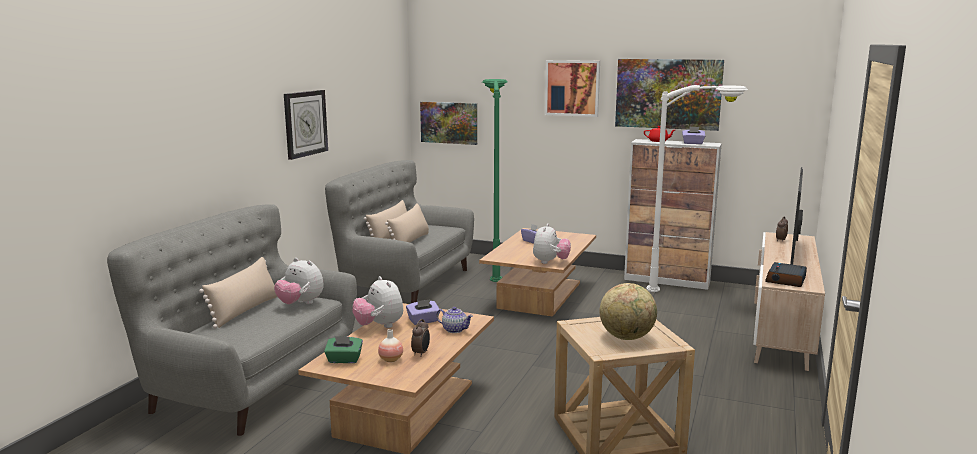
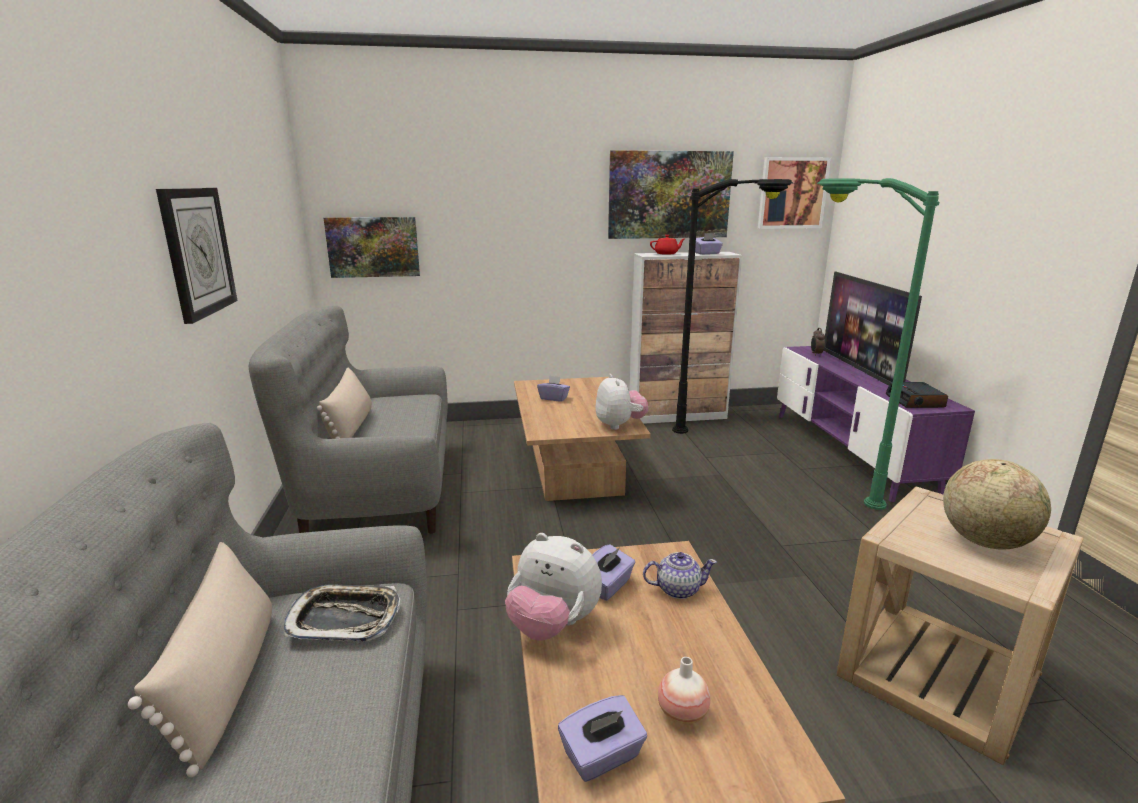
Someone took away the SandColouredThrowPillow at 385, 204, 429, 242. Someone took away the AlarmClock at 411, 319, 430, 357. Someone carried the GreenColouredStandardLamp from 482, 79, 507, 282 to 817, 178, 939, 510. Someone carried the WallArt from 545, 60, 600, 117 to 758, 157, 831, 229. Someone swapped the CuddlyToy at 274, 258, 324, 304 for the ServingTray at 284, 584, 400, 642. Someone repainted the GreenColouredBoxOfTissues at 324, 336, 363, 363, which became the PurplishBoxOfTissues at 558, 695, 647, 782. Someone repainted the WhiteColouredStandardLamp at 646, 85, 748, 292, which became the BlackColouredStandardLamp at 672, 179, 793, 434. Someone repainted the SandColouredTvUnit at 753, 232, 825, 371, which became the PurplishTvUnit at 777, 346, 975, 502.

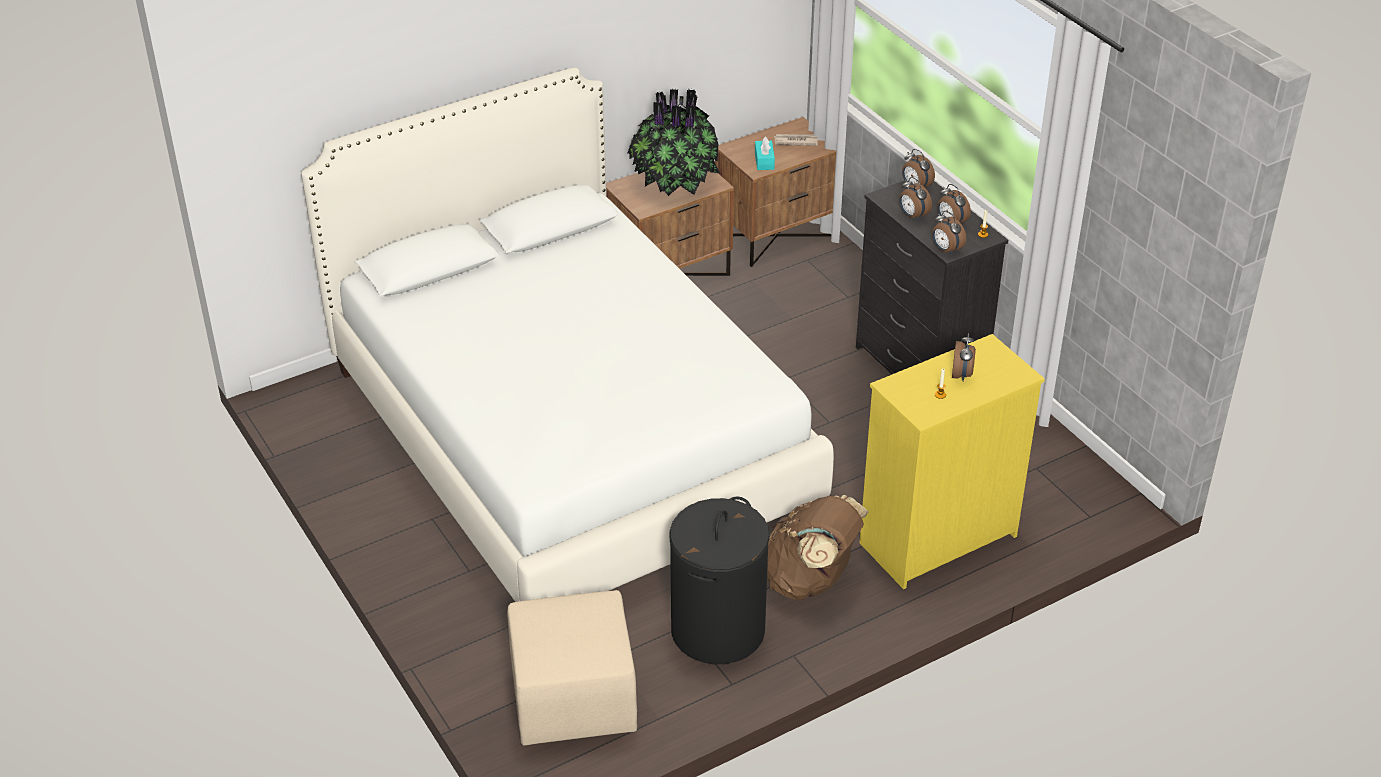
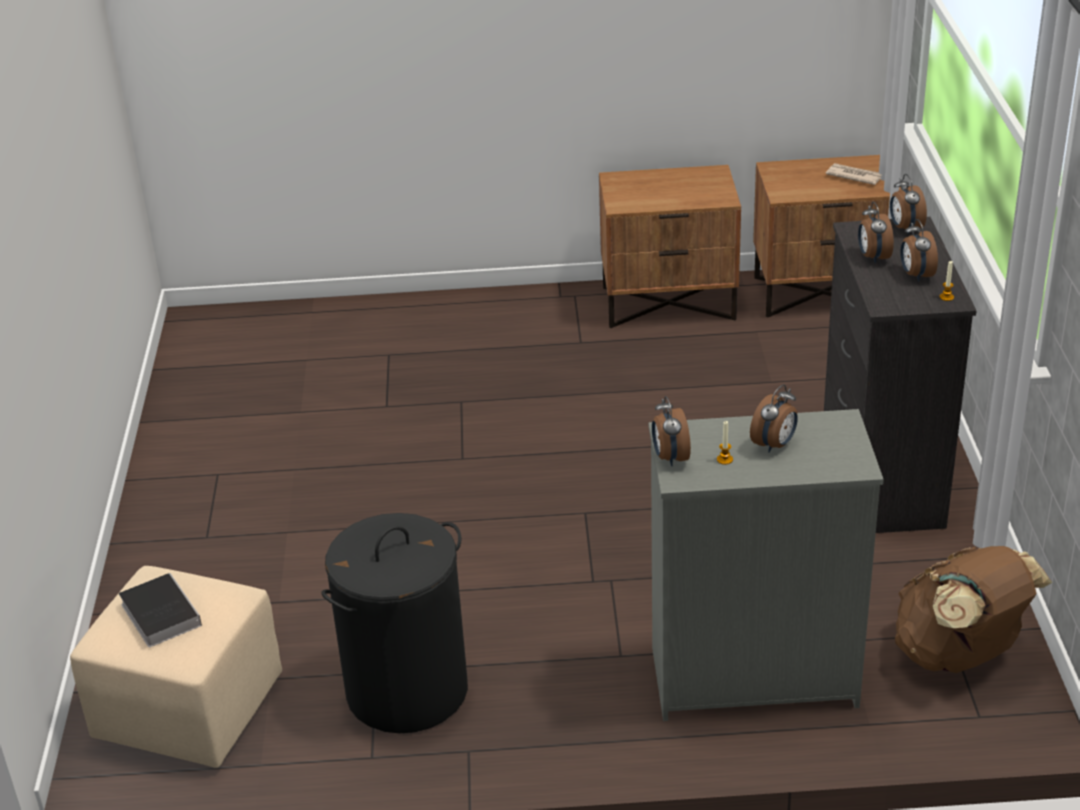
Someone took away the WhiteColouredBedroomBed at 301, 68, 834, 602. Someone took away the PlantInAPot at 627, 88, 720, 196. Someone took away the BlueGreenBoxOfTissues at 755, 137, 775, 170. Someone put down the BoundBook at 119, 573, 202, 647. Someone carried the BrownRucksack from 767, 495, 869, 600 to 895, 546, 1052, 673. Someone carried the AlarmClock from 932, 211, 966, 255 to 652, 396, 691, 466. Someone repainted the YellowishChestOfDrawers at 859, 334, 1045, 589, which became the GreyishChestOfDrawers at 649, 409, 884, 721.

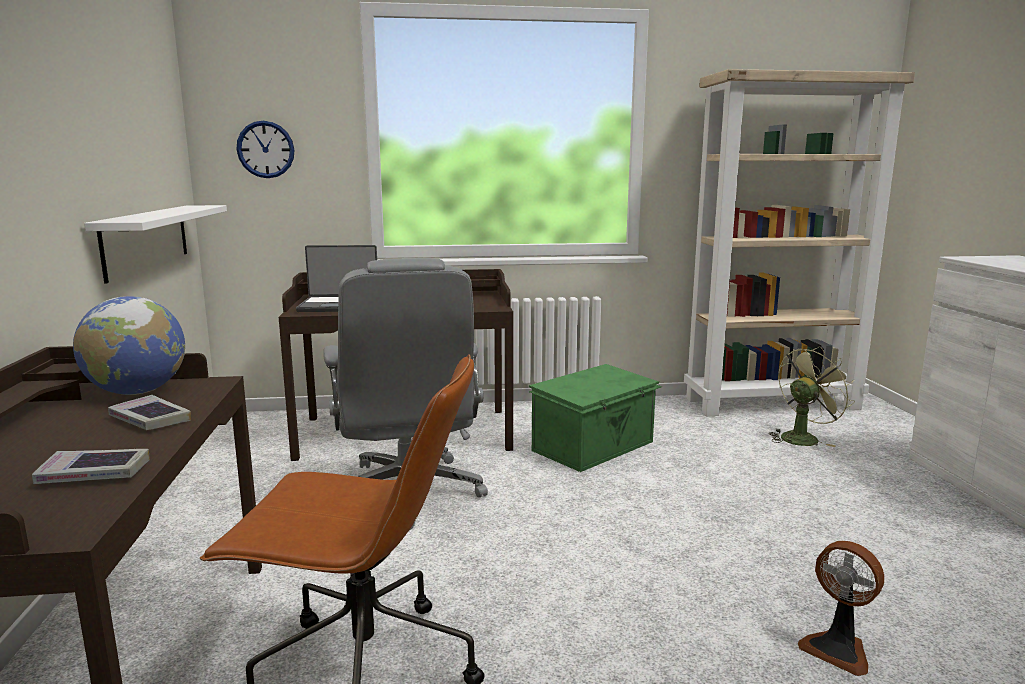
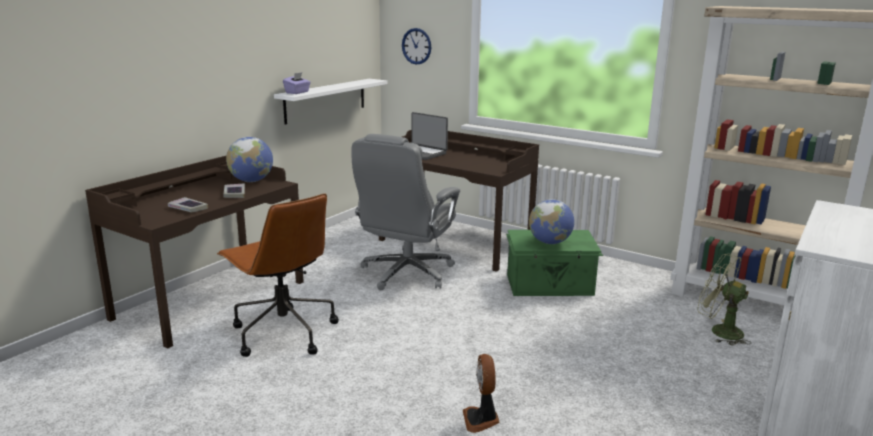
Someone put down the PurplishBoxOfTissues at 283, 72, 311, 94. Someone put down the DeskGlobe at 529, 199, 574, 244. Someone rotated the GreenColouredCoolingFan at 769, 346, 855, 447 by 150 degrees counterclockwise.

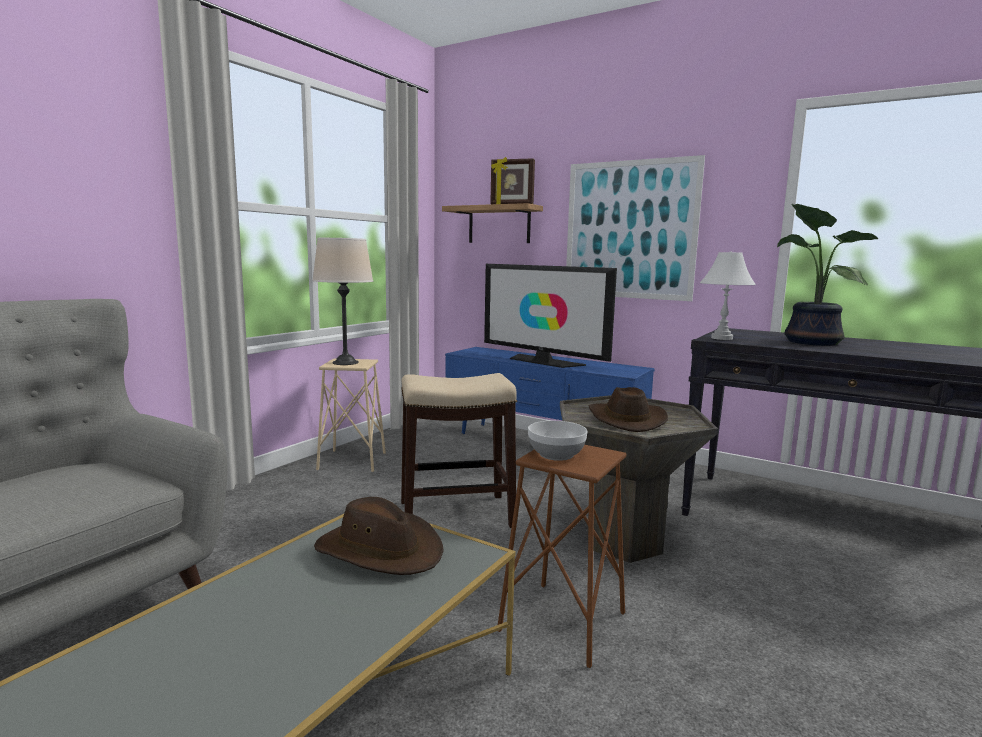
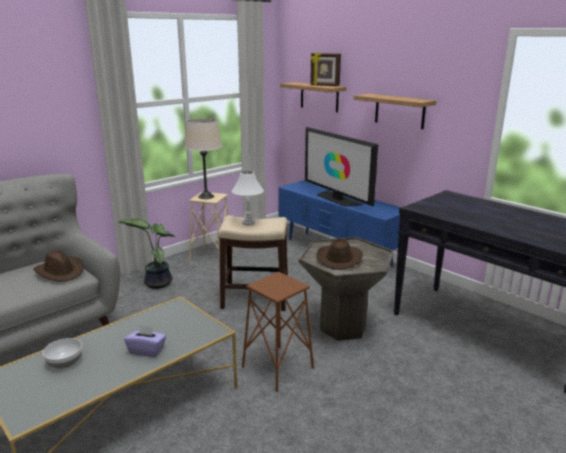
Someone put down the PurplishBoxOfTissues at 124, 324, 166, 357. Someone carried the BrownWearableHat from 314, 497, 444, 575 to 33, 250, 84, 281. Someone carried the ServingBowl from 528, 421, 588, 461 to 42, 338, 82, 369. Someone carried the WhiteColouredTableLamp from 700, 252, 756, 340 to 232, 171, 264, 225. Someone carried the PlantInAPot from 777, 204, 878, 346 to 118, 218, 176, 289. Someone swapped the WallArt at 566, 155, 705, 301 for the WallShelf at 354, 94, 436, 129.

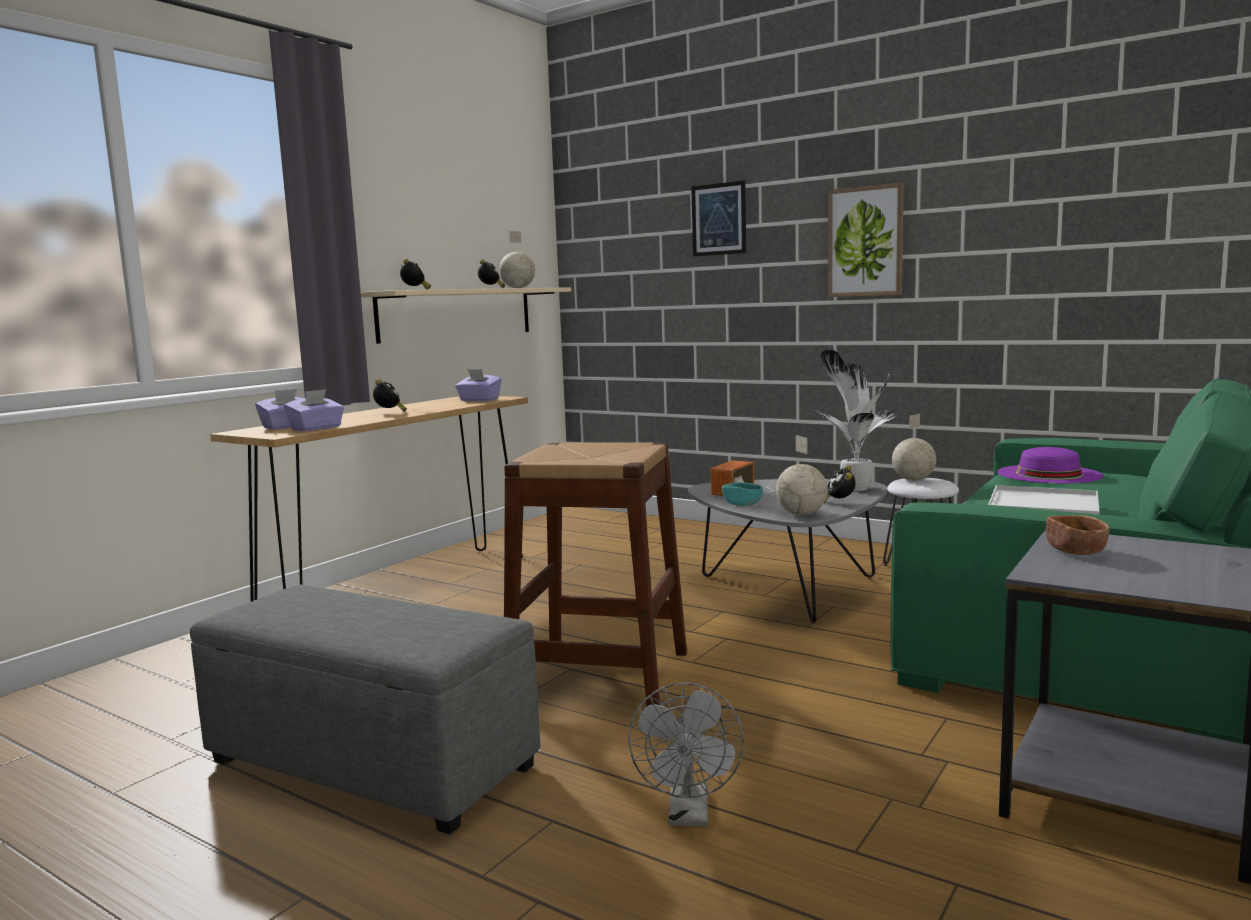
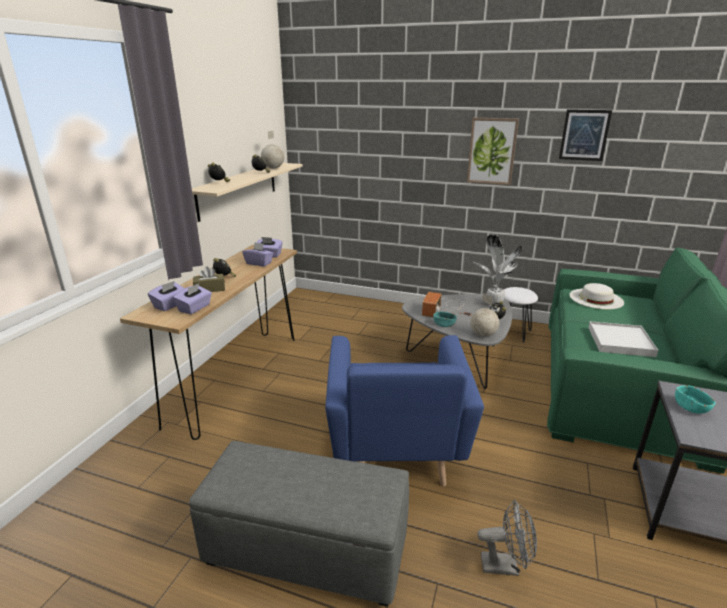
Someone took away the DeskGlobe at 892, 414, 936, 481. Someone put down the BrownBoxOfTissues at 193, 266, 225, 292. Someone put down the PurplishBoxOfTissues at 242, 242, 273, 267. Someone carried the WallArt from 691, 180, 746, 257 to 559, 109, 612, 161. Someone swapped the BrownSittingStool at 504, 442, 687, 706 for the BlueLoungeChair at 325, 335, 484, 486. Someone repainted the PurplishWearableHat at 997, 447, 1103, 484, which became the WhiteColouredWearableHat at 569, 283, 624, 309. Someone repainted the BrownServingBowl at 1046, 515, 1110, 555, which became the BlueGreenServingBowl at 675, 385, 715, 414. Someone rotated the GreyishCoolingFan at 628, 682, 744, 827 by 75 degrees counterclockwise.

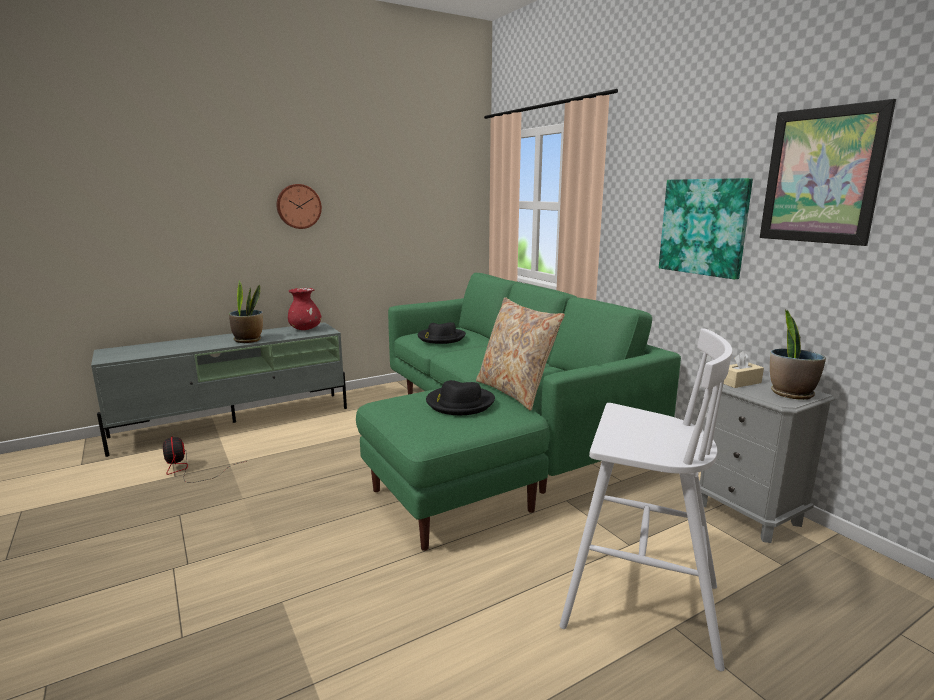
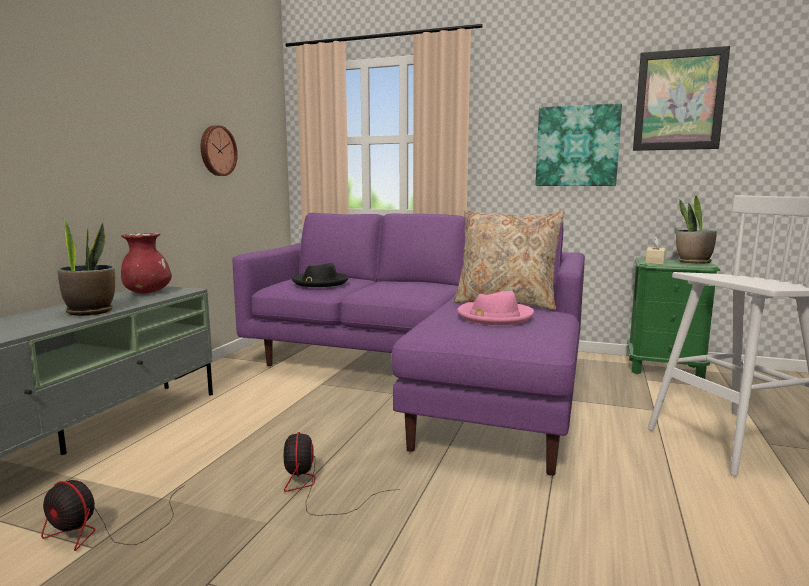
Someone put down the CoolingFan at 284, 432, 400, 516. Someone carried the HangingClock from 276, 184, 322, 229 to 201, 125, 238, 176. Someone repainted the GreenColouredCouch at 356, 273, 681, 551, which became the PurplishCouch at 232, 213, 585, 476. Someone repainted the BlackColouredWearableHat at 426, 380, 495, 415, which became the PinkWearableHat at 457, 291, 534, 325. Someone repainted the GreyishBedsideTable at 699, 375, 835, 543, which became the GreenColouredBedsideTable at 627, 258, 720, 379.

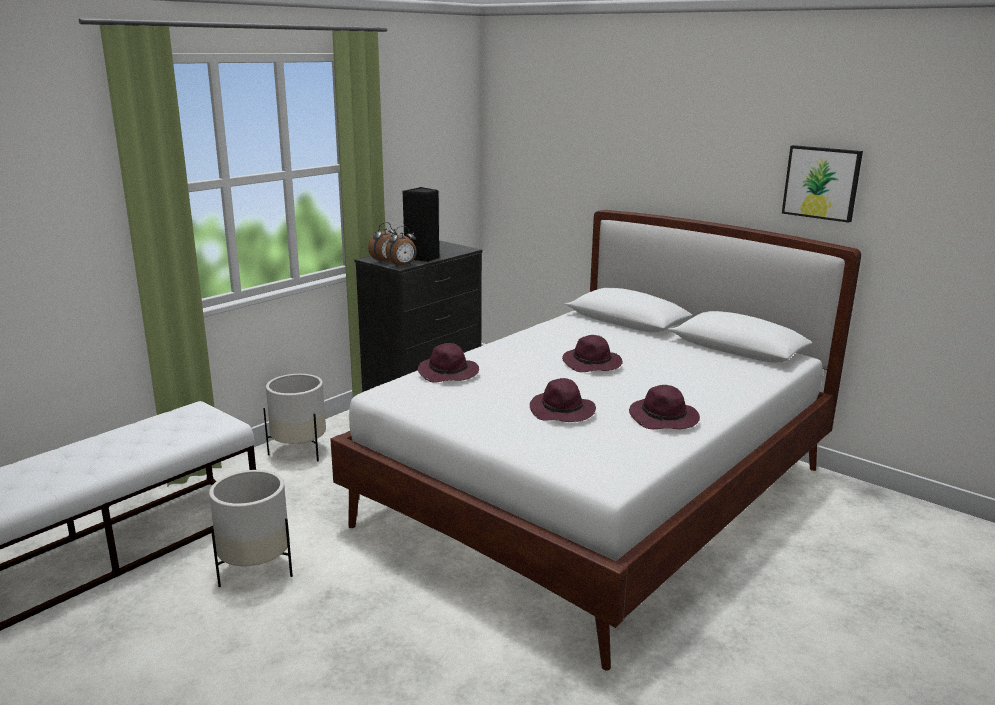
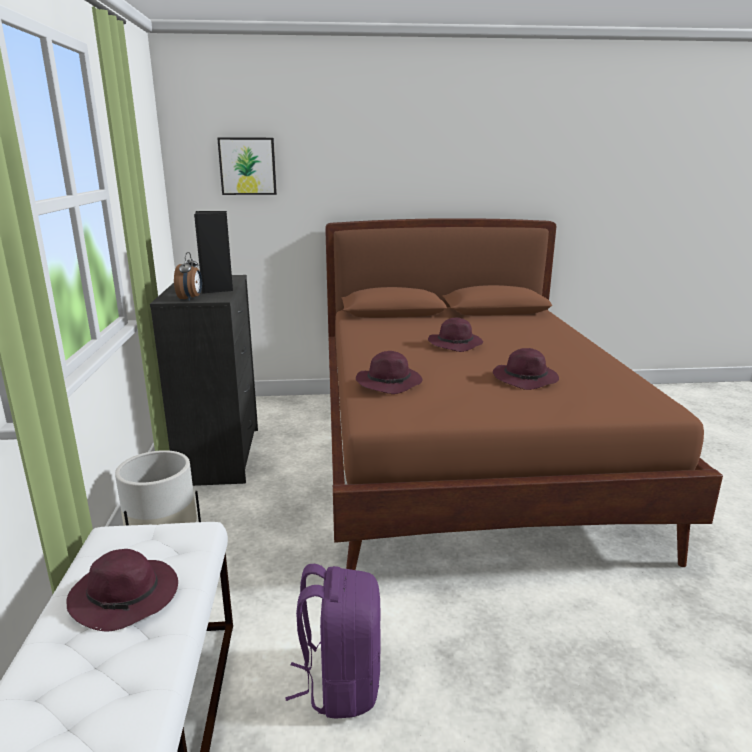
Someone took away the AlarmClock at 385, 226, 417, 267. Someone carried the PurplishWearableHat from 629, 385, 700, 429 to 66, 549, 178, 631. Someone carried the WallArt from 782, 145, 863, 223 to 217, 138, 277, 195. Someone swapped the WhiteColouredFlowerPot at 209, 470, 293, 587 for the PurplishRucksack at 285, 564, 381, 719. Someone repainted the WhiteColouredBedroomBed at 330, 210, 861, 671, which became the BrownBedroomBed at 325, 218, 723, 570.

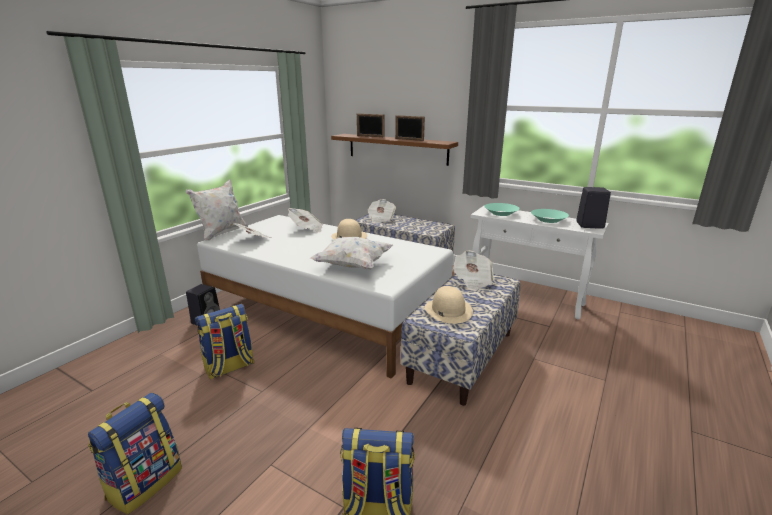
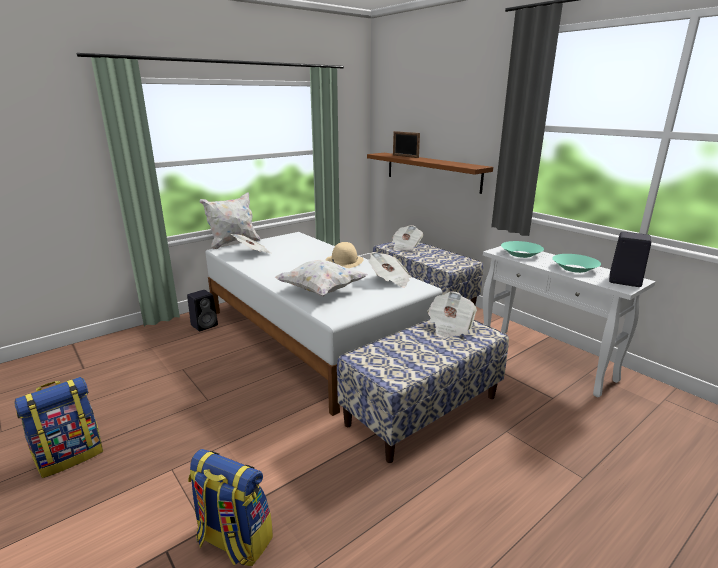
Someone took away the Rucksack at 195, 304, 255, 380. Someone took away the PhotoFrame at 395, 115, 425, 141. Someone took away the SandColouredWearableHat at 425, 286, 473, 324. Someone carried the PrintedPaper from 288, 208, 323, 233 to 368, 252, 411, 287.

